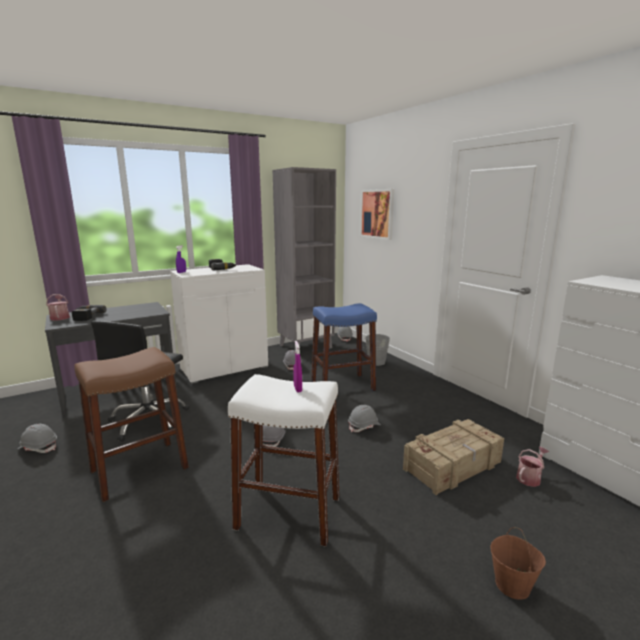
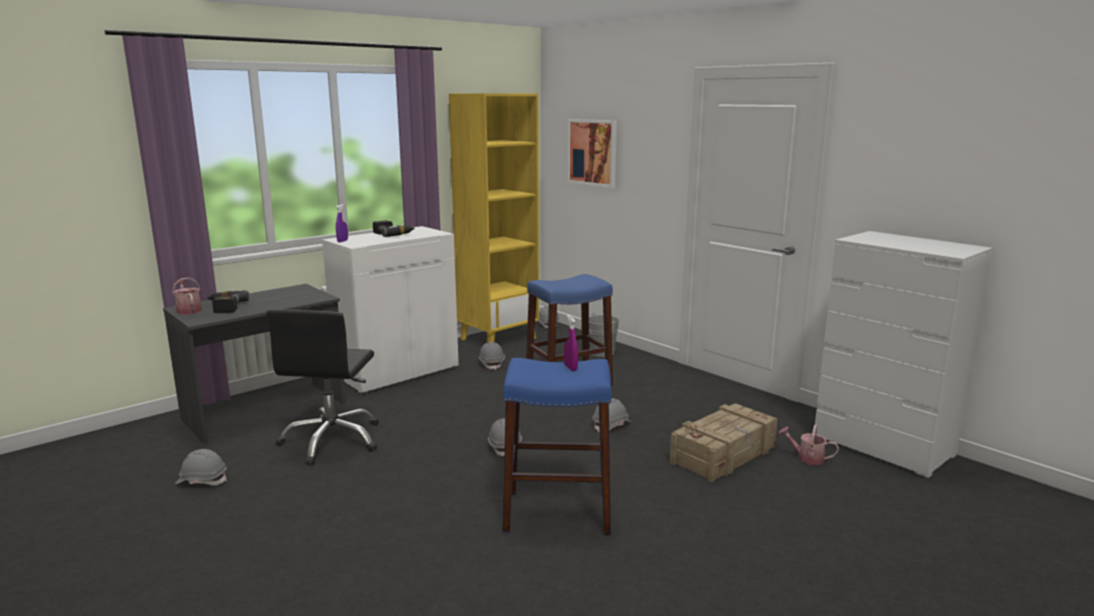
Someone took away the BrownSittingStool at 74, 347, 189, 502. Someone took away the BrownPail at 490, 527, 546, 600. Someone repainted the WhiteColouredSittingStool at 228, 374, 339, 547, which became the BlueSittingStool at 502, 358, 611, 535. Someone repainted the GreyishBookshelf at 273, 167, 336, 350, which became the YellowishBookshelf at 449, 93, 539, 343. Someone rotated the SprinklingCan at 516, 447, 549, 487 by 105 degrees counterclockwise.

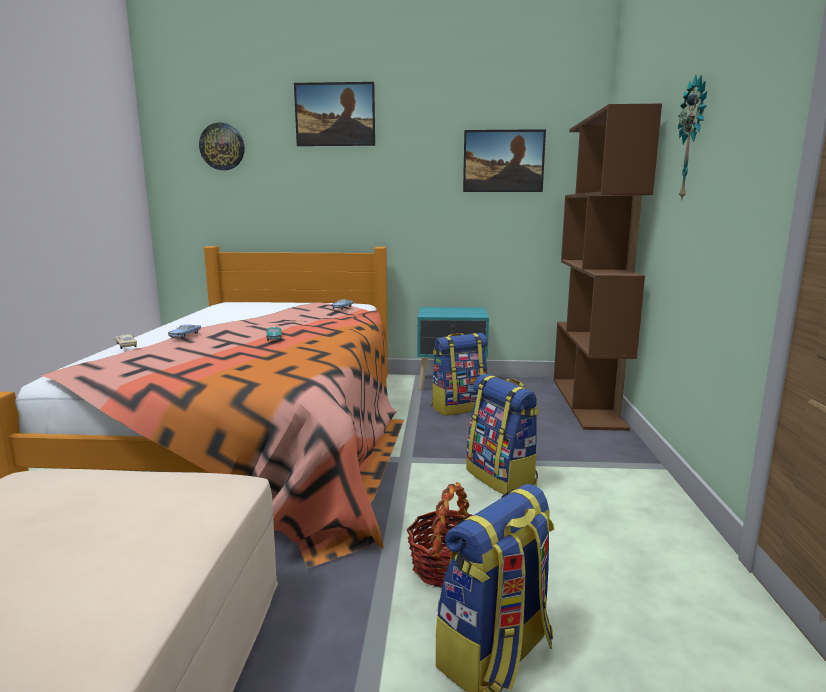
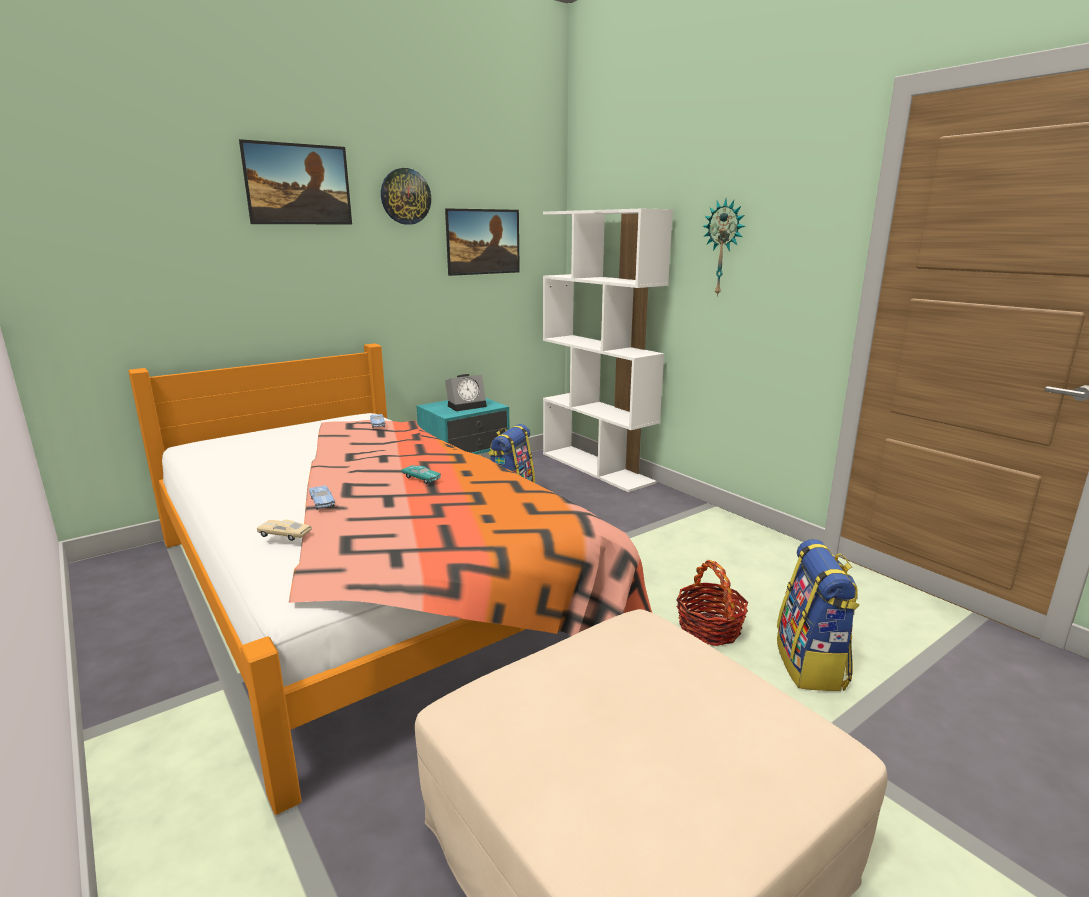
Someone took away the Rucksack at 466, 374, 540, 495. Someone put down the AlarmClock at 445, 374, 487, 411. Someone carried the HangingClock from 199, 123, 245, 170 to 381, 168, 431, 225. Someone repainted the BrownBookshelf at 554, 104, 662, 431, which became the WhiteColouredBookshelf at 543, 209, 673, 492.

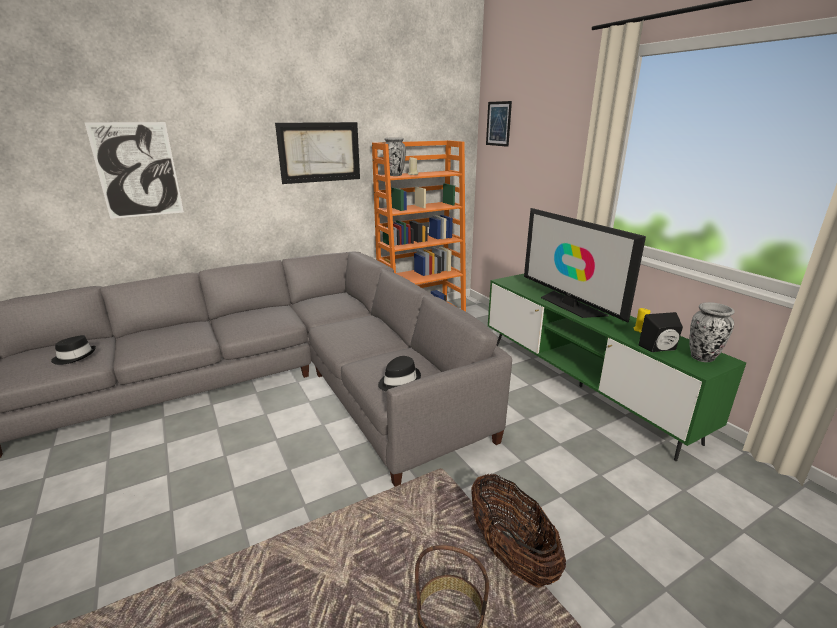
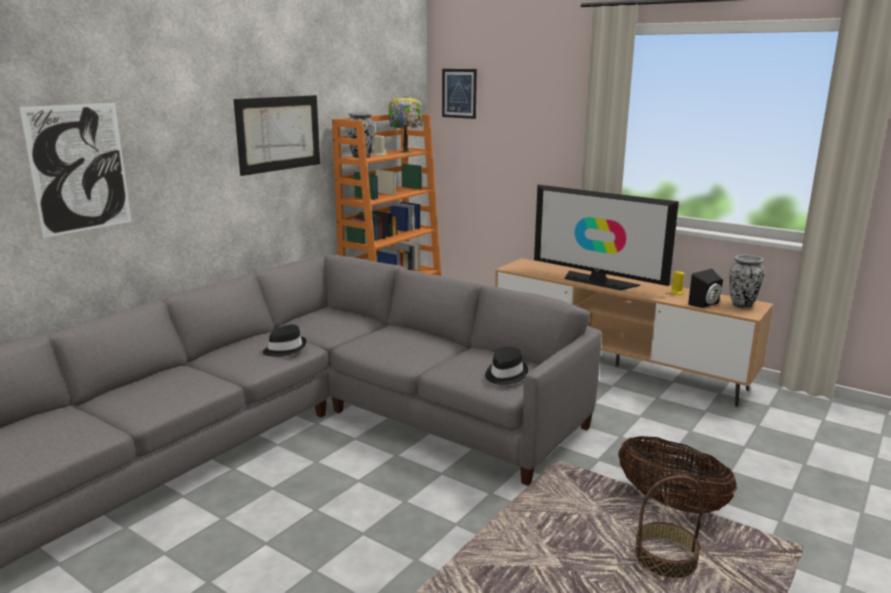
Someone put down the TableLamp at 389, 96, 422, 153. Someone carried the BlackColouredWearableHat from 51, 335, 96, 365 to 263, 324, 306, 357. Someone repainted the GreenColouredTvUnit at 488, 274, 746, 461, which became the BrownTvUnit at 495, 258, 774, 407.

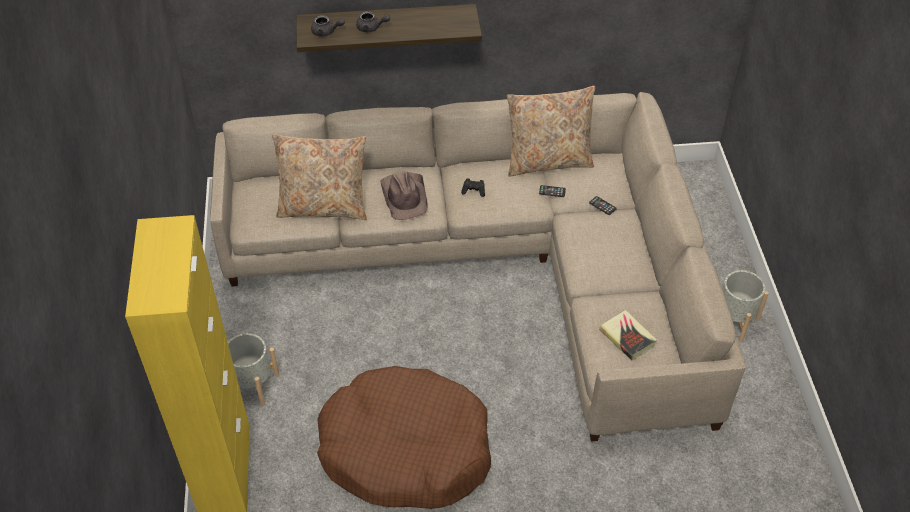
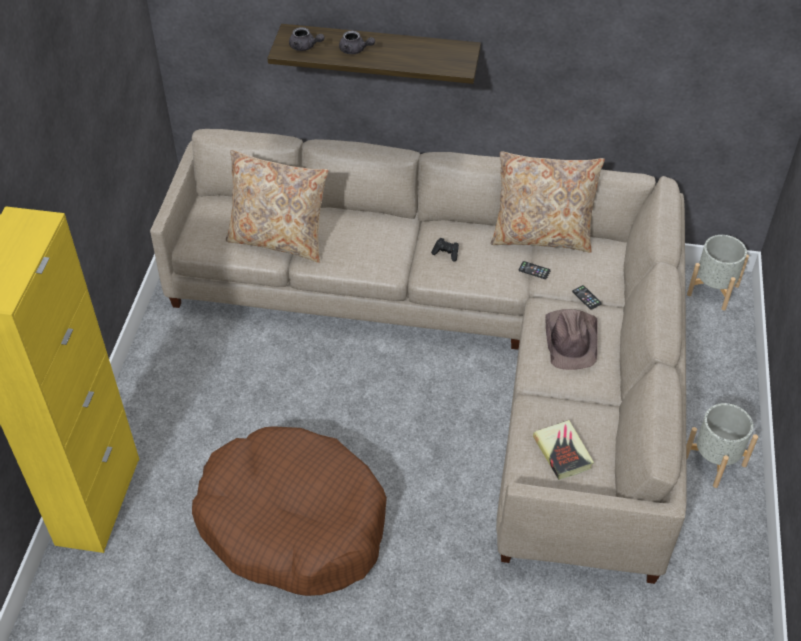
Someone carried the GreyishFlowerPot from 228, 333, 279, 406 to 687, 235, 749, 310. Someone carried the BrownWearableHat from 380, 171, 428, 220 to 545, 309, 598, 370.

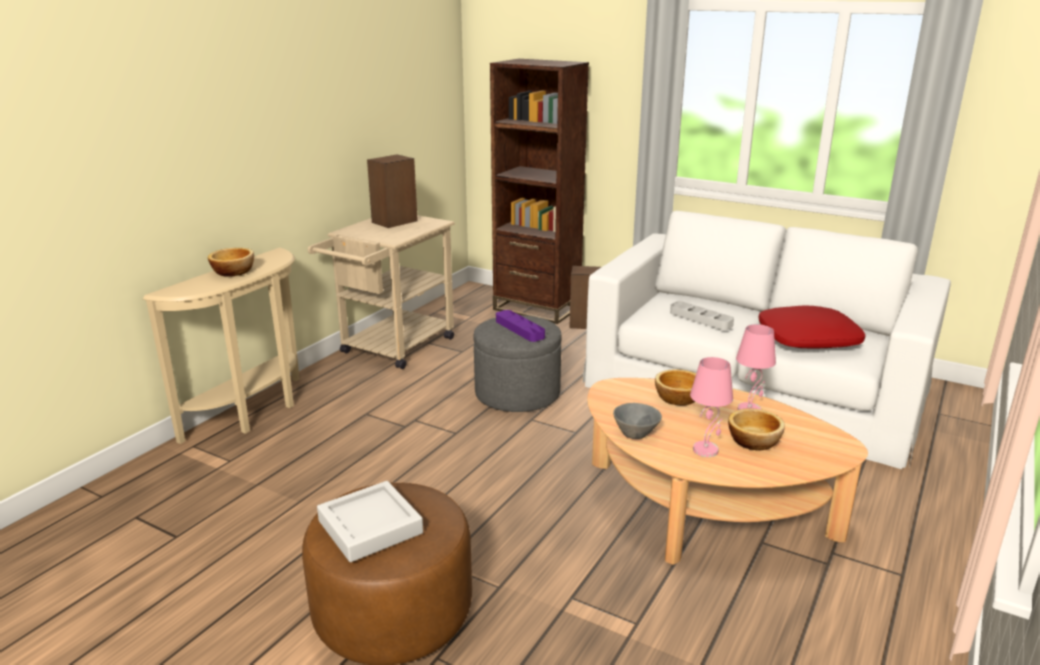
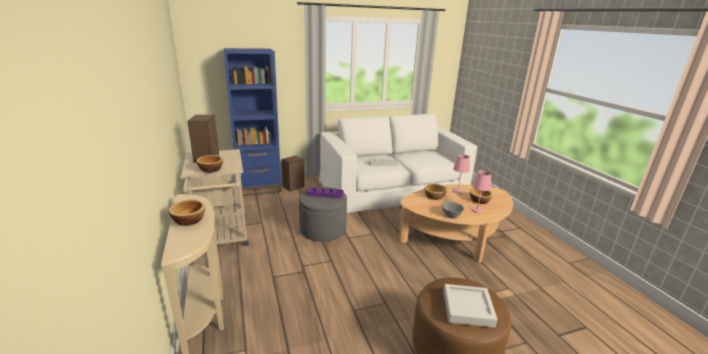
Someone took away the RedColouredThrowPillow at 758, 306, 865, 348. Someone put down the ServingBowl at 196, 155, 223, 173. Someone repainted the BrownBookshelf at 490, 59, 589, 324, which became the BlueBookshelf at 223, 48, 282, 196.

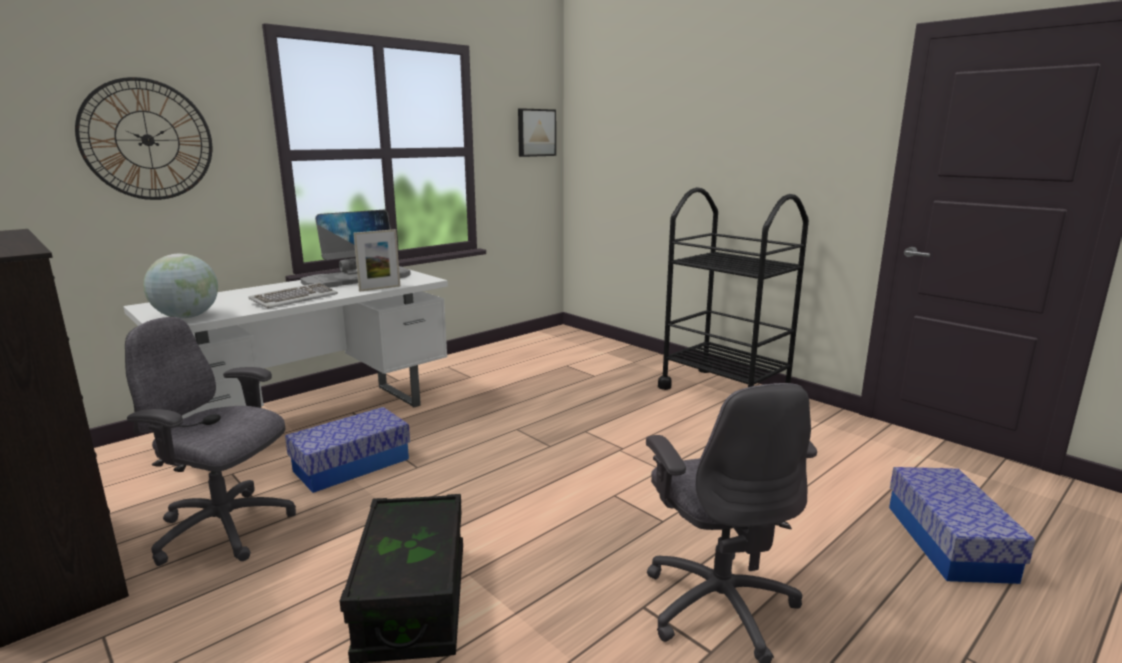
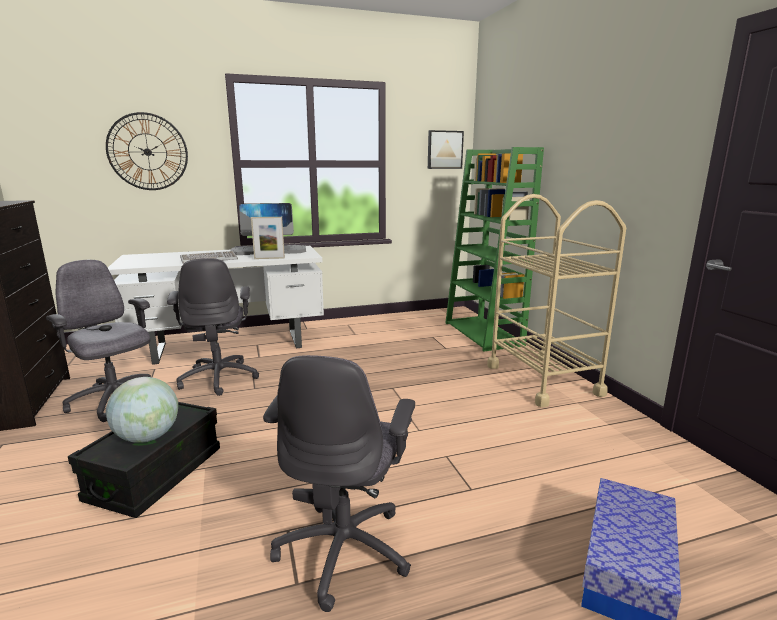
Someone put down the GreenColouredBookshelf at 445, 147, 544, 351. Someone carried the DeskGlobe from 143, 254, 218, 319 to 106, 377, 178, 443. Someone swapped the StorageContainer at 285, 407, 410, 493 for the GreyishDeskChair at 167, 258, 259, 396. Someone repainted the BlackColouredTrolley at 658, 187, 809, 390, which became the SandColouredTrolley at 487, 194, 626, 407.

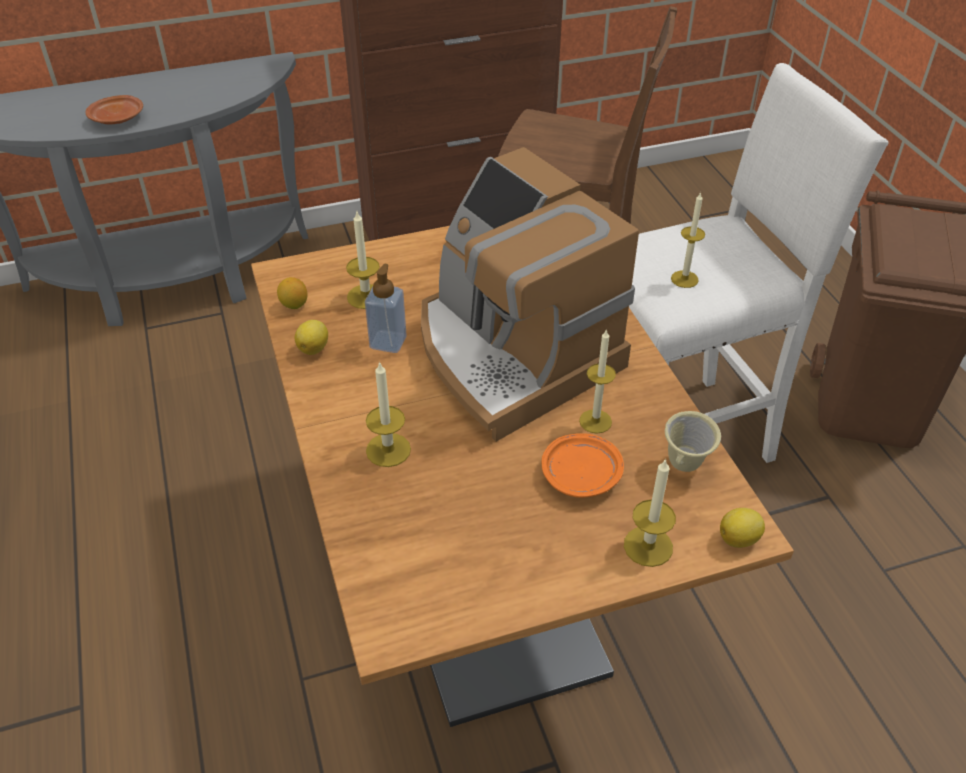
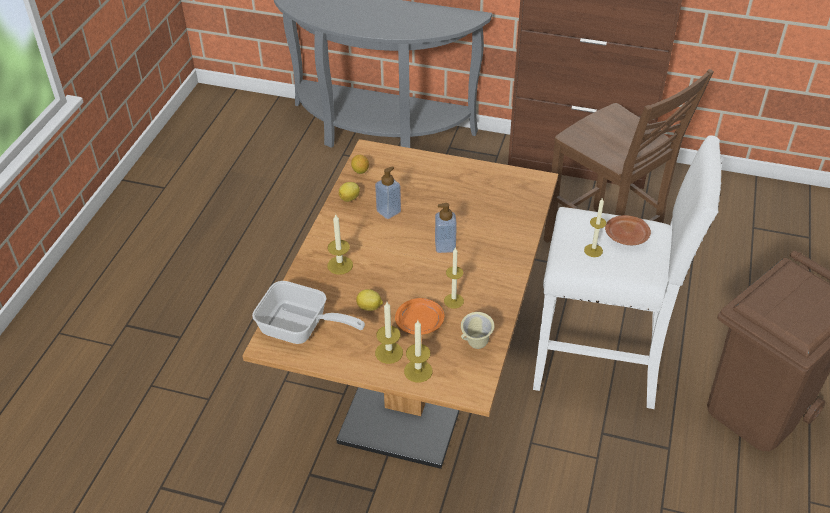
Someone put down the Skillet at 252, 281, 365, 344. Someone carried the BrownFlatDish from 86, 95, 143, 124 to 605, 215, 651, 245. Someone carried the Candle from 346, 212, 380, 309 to 375, 302, 403, 364. Someone carried the WholeLemon from 720, 508, 765, 548 to 356, 289, 383, 311. Someone swapped the CoffeeMachine at 421, 147, 639, 442 for the SoapDispenser at 435, 203, 457, 253.

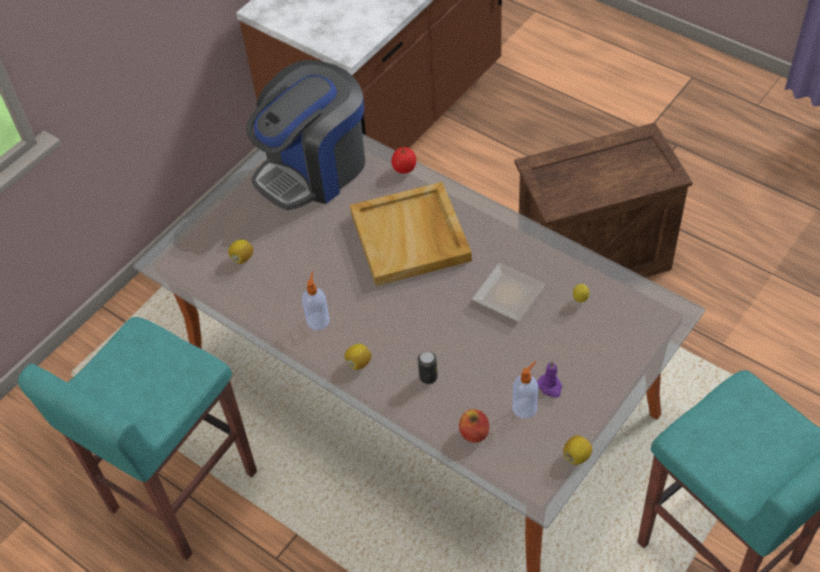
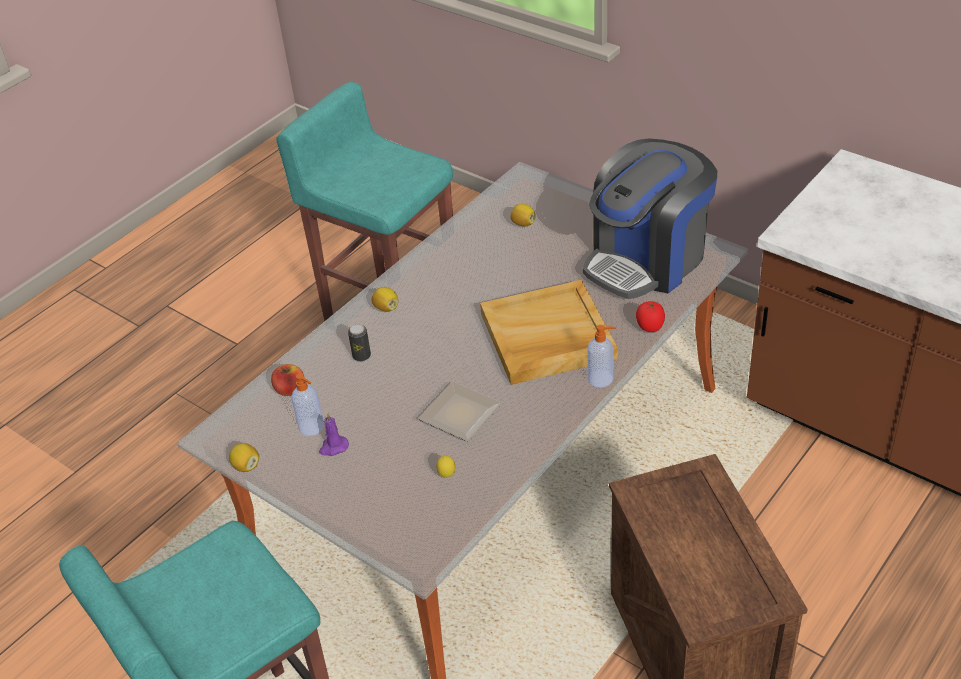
Someone carried the SoapDispenser from 302, 271, 330, 330 to 587, 325, 616, 388. Someone rotated the CoffeeMachine at 246, 60, 365, 211 by 90 degrees counterclockwise.

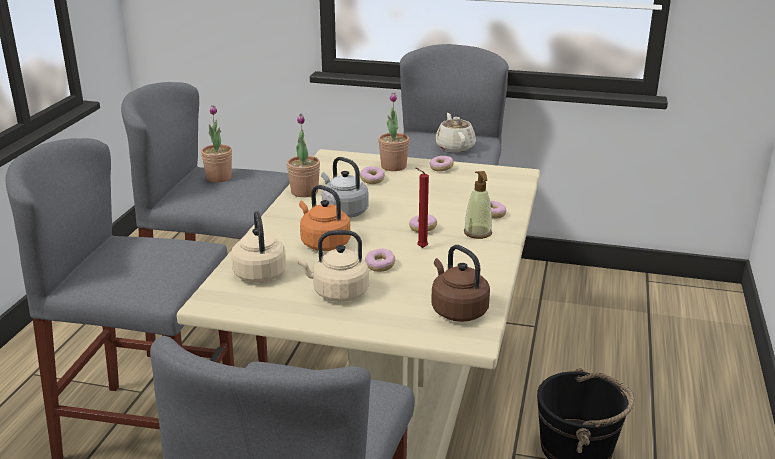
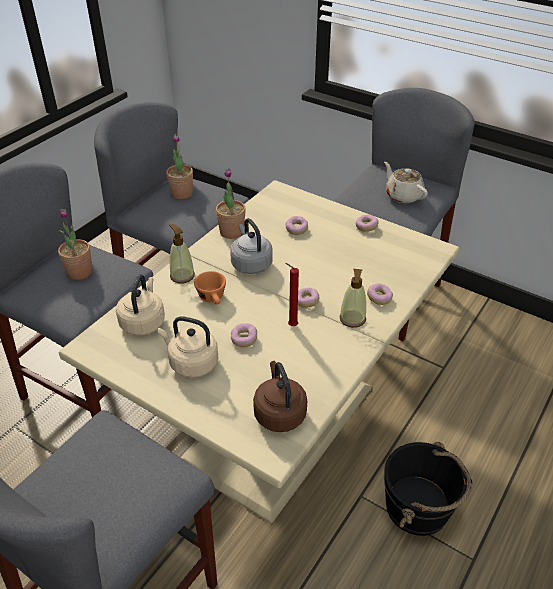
Someone put down the SoapDispenser at 169, 224, 195, 284. Someone carried the PlantInAPot from 378, 93, 409, 171 to 58, 209, 93, 280. Someone swapped the OrangeTeaKettle at 299, 185, 351, 251 for the OrangeDrinkingCup at 194, 271, 226, 304. Someone rotated the SandColouredPotForTea at 436, 113, 476, 152 by 45 degrees counterclockwise.

